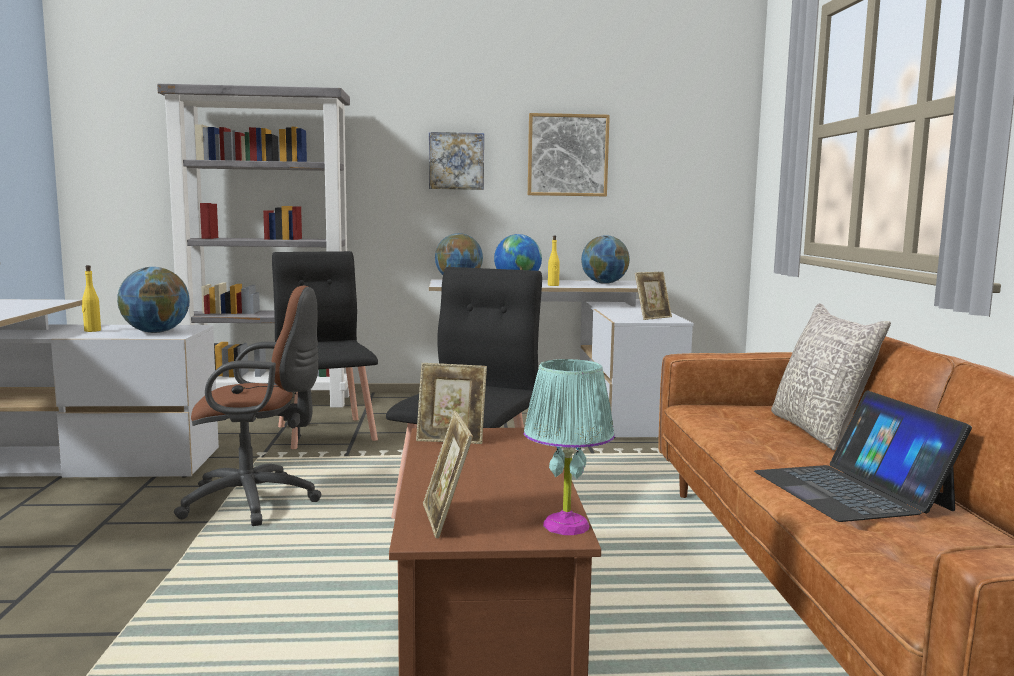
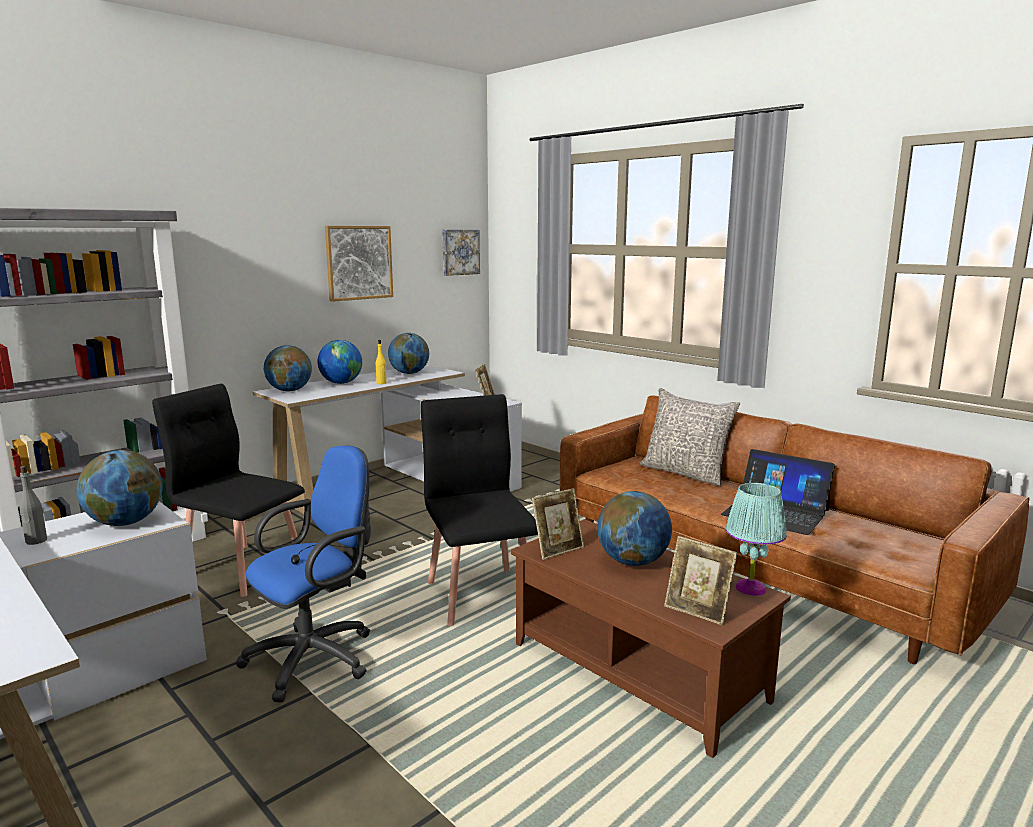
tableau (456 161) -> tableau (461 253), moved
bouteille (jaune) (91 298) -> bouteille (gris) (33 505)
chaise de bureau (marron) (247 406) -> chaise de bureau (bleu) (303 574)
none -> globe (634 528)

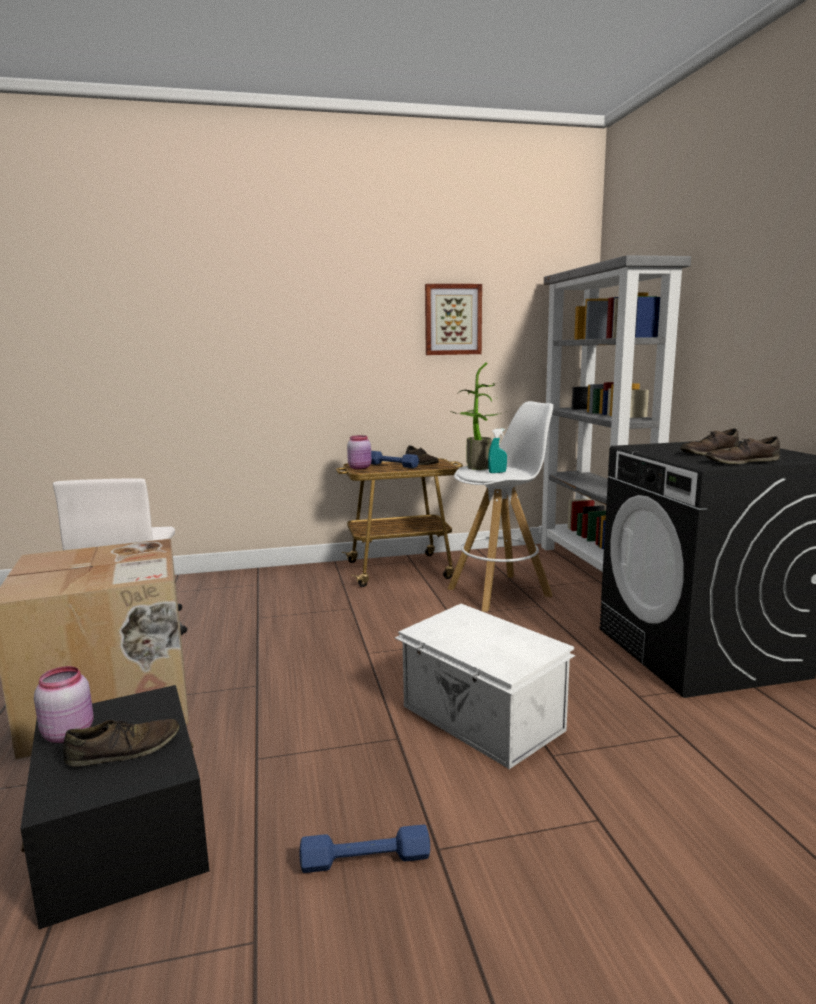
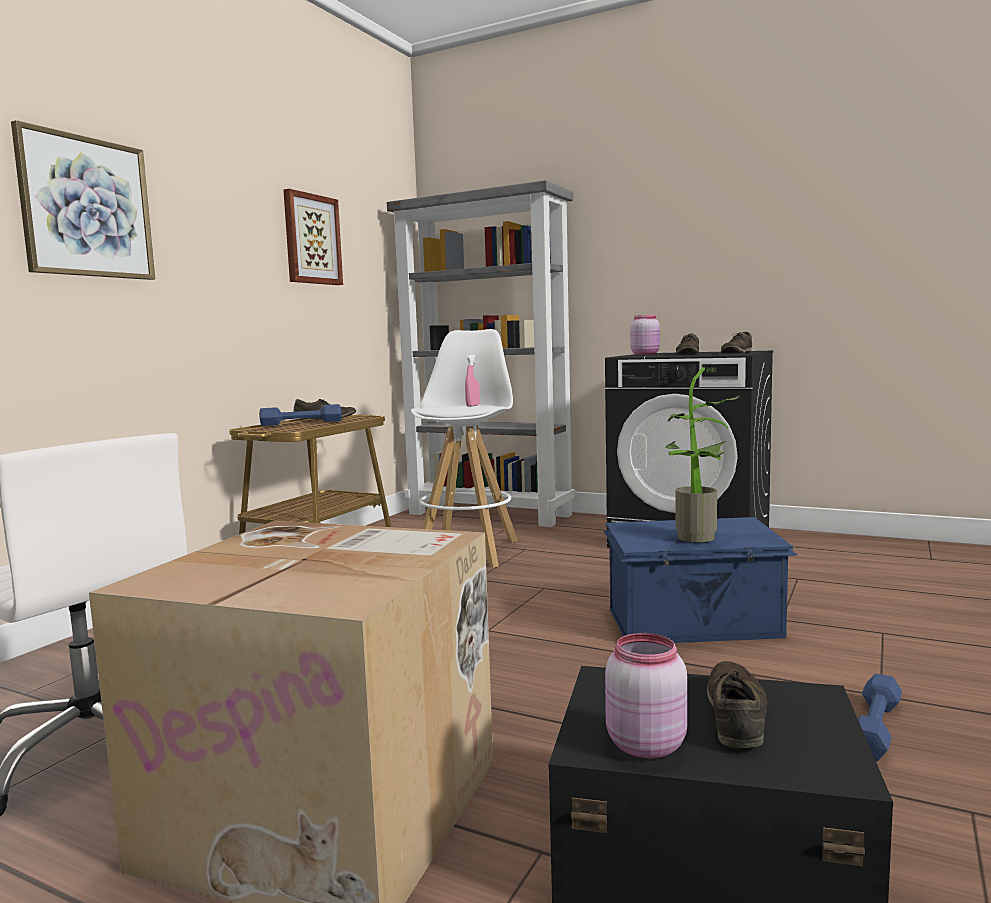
plante en pot (478 416) -> plante en pot (702 454), moved
vaporisateur (turquoise) (497 450) -> vaporisateur (rose) (472 380)
bocal (rose) (359 452) -> bocal (rose) (645 335), moved
boîte de rangement (blanc) (485 686) -> boîte de rangement (bleu) (700 580)
none -> tableau (83 200)

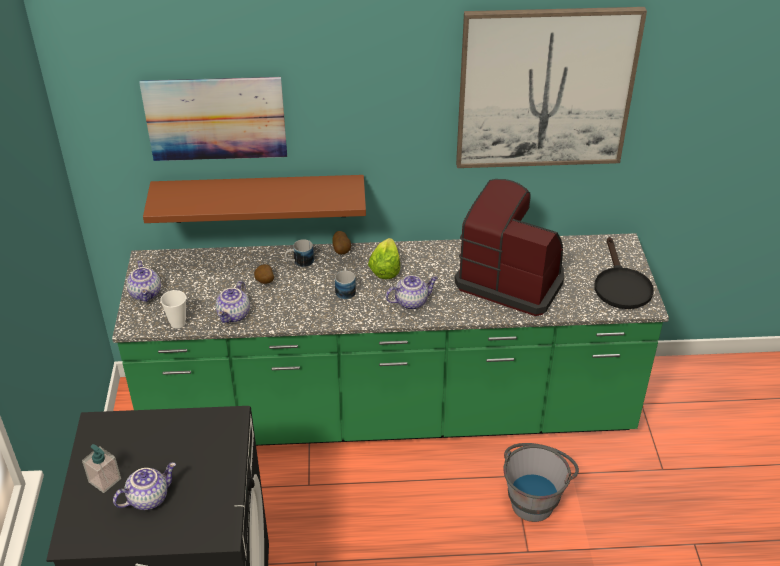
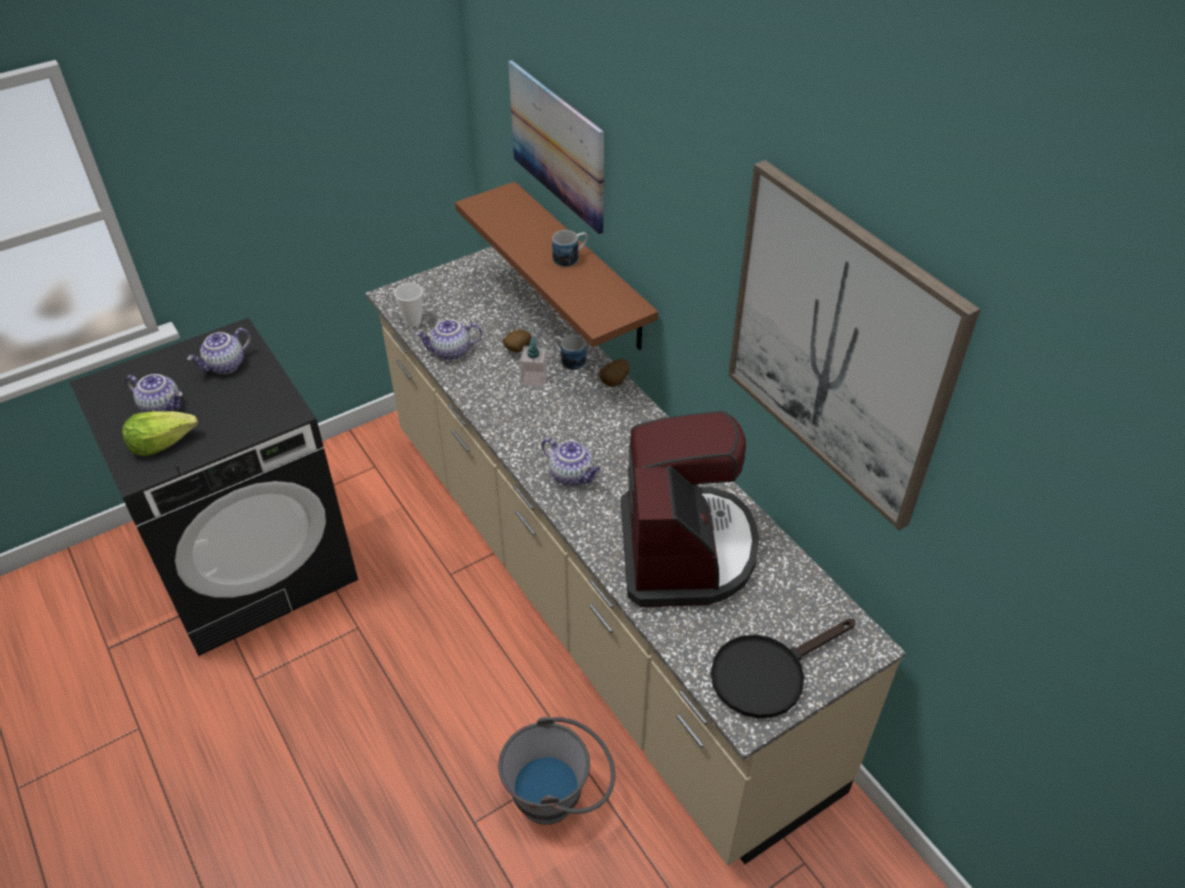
comptoir de cuisine (vert) (390 339) -> comptoir de cuisine (beige) (636 556)
laitue (384 258) -> laitue (160 433), moved
théière (144 281) -> théière (219 351), moved
mug (345 283) -> mug (569 248), moved
distributeur de savon (101 468) -> distributeur de savon (534 362), moved

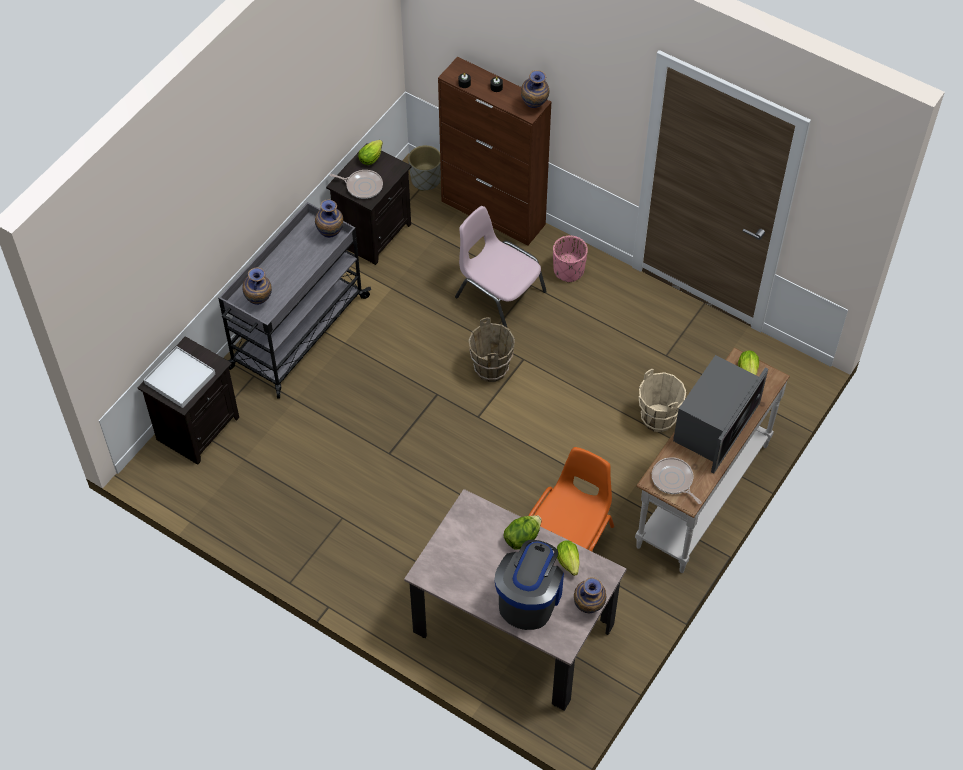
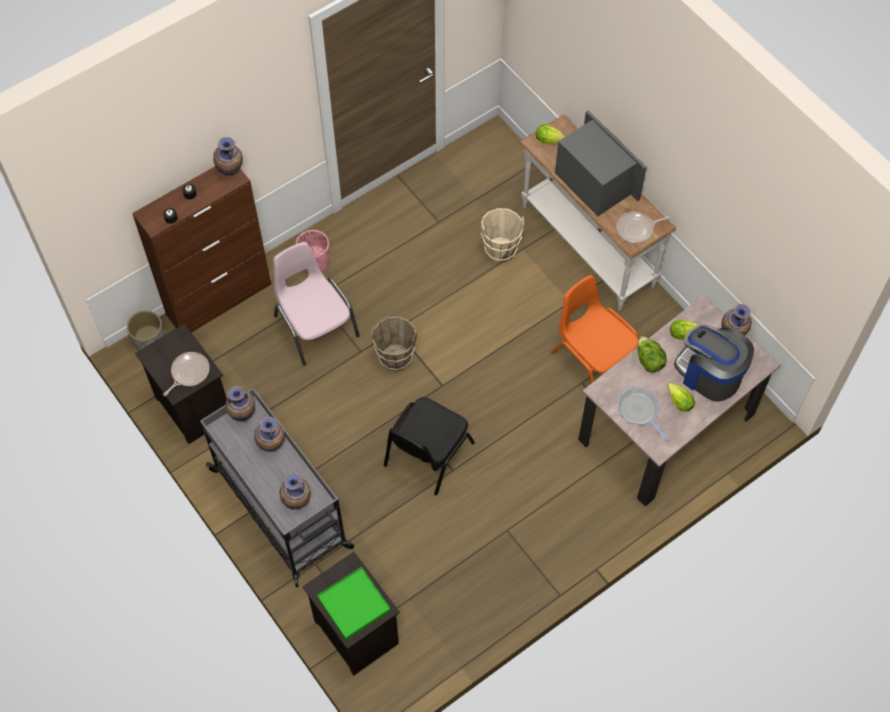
laitue (370 152) -> laitue (681 397), moved
chaise (rose) (501 266) -> chaise (rose) (316 304), 90 degrees clockwise
plateau (blanc) (179 377) -> plateau (vert) (354 603)
none -> poêle (643 414)
none -> chaise (noir) (429 446)
none -> vase (269 434)

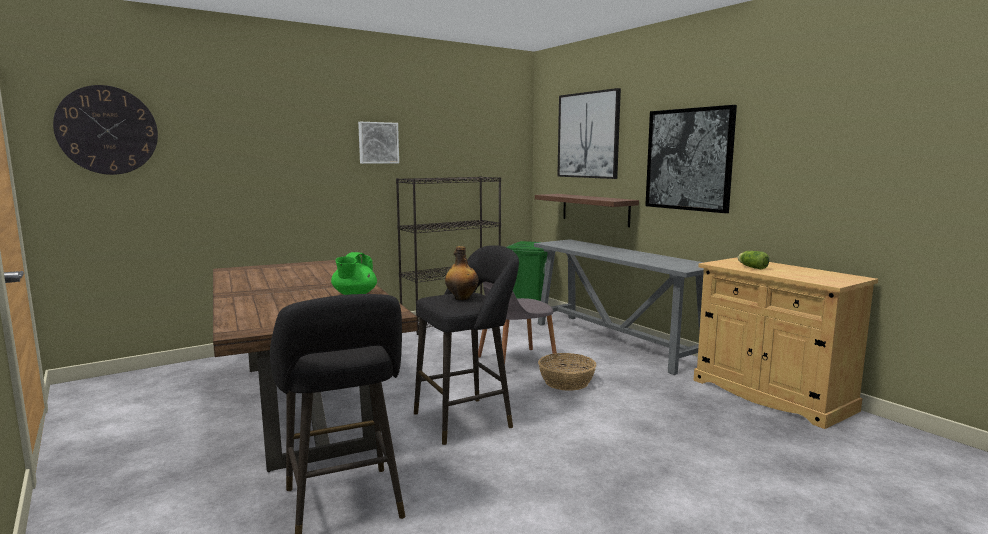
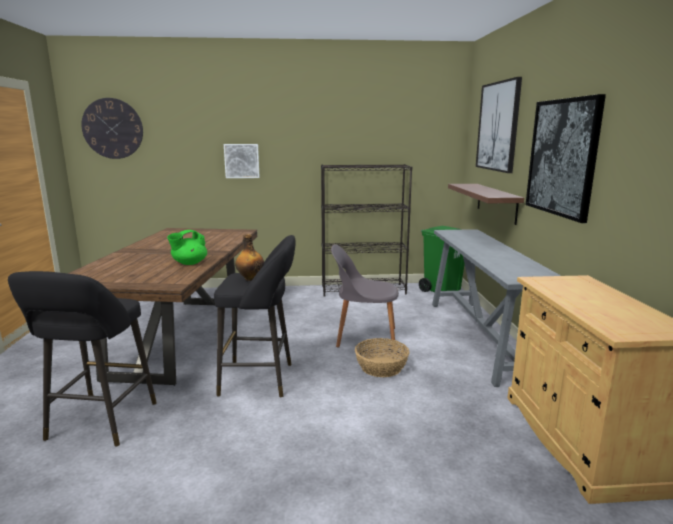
tableau (378 143) -> tableau (242 161), moved
laitue (753 260) -> none

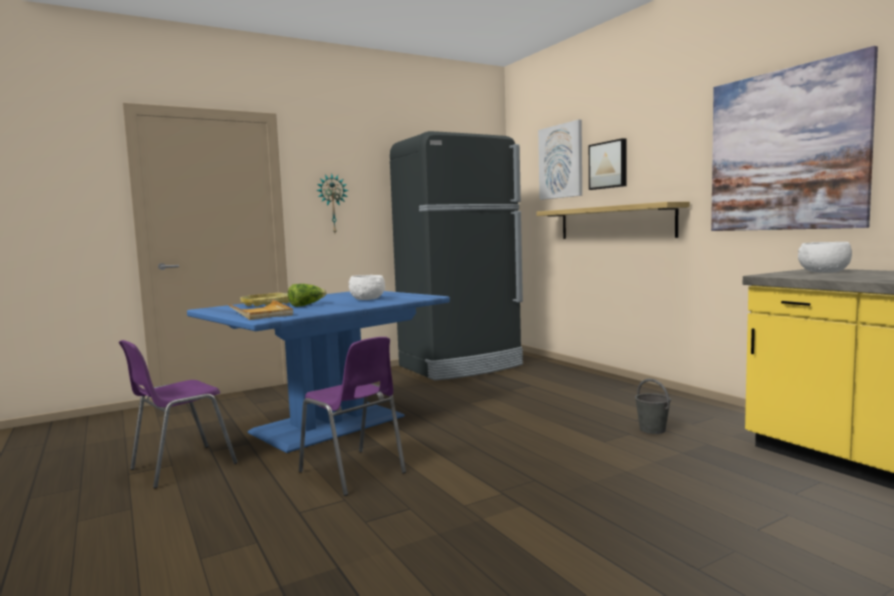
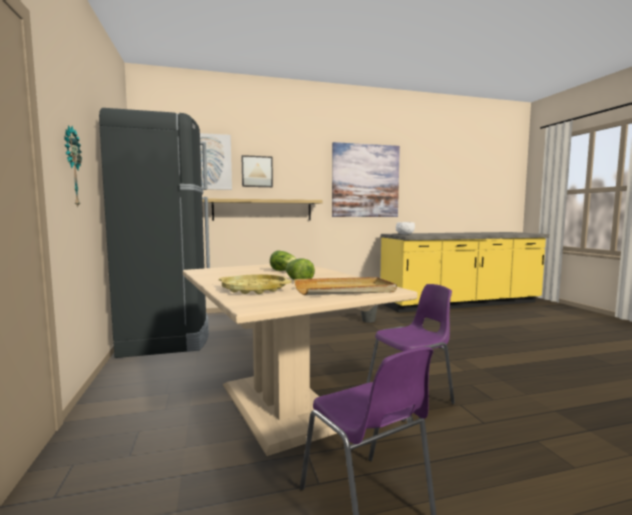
bol (blanc) (367 287) -> laitue (283 261)
table à manger (bleu) (318 372) -> table à manger (beige) (300 360)

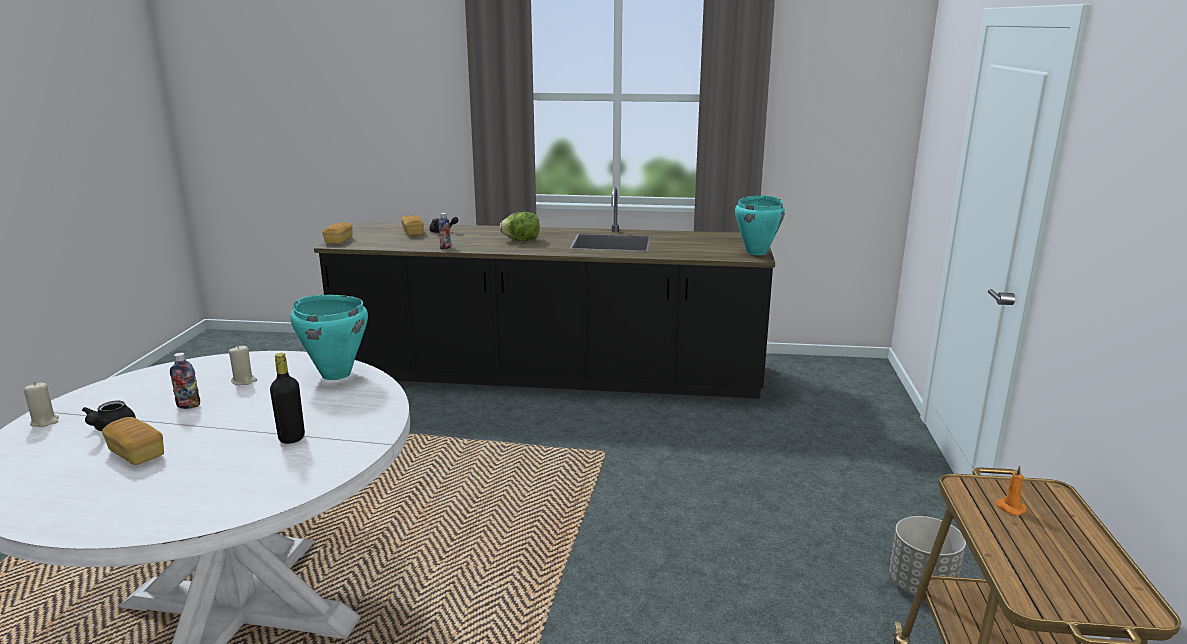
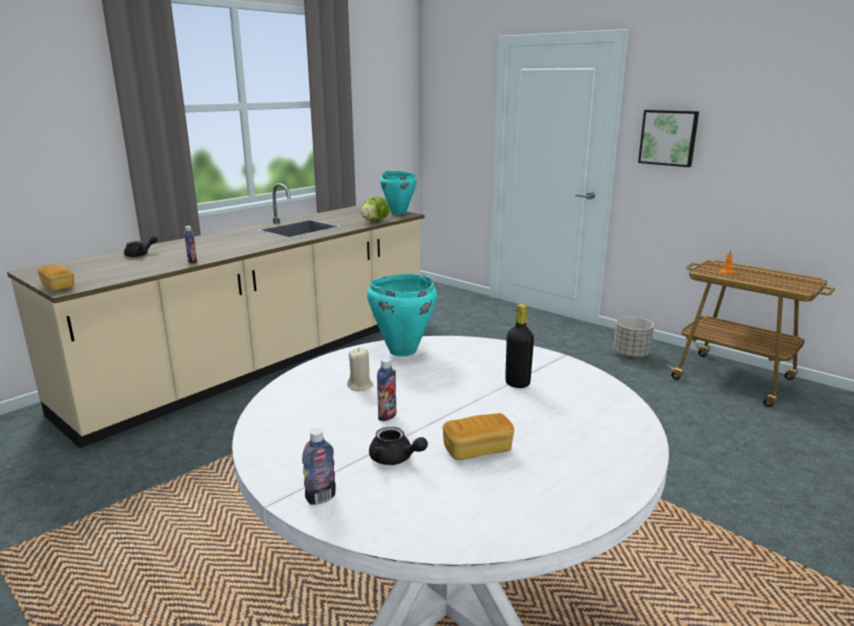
comptoir de cuisine (noir) (544 293) -> comptoir de cuisine (beige) (215 315)
laitue (519 226) -> laitue (375 209), moved
pain (412 225) -> none
bougie (beige) (41 404) -> bouteille (319 466)
none -> tableau (668 138)

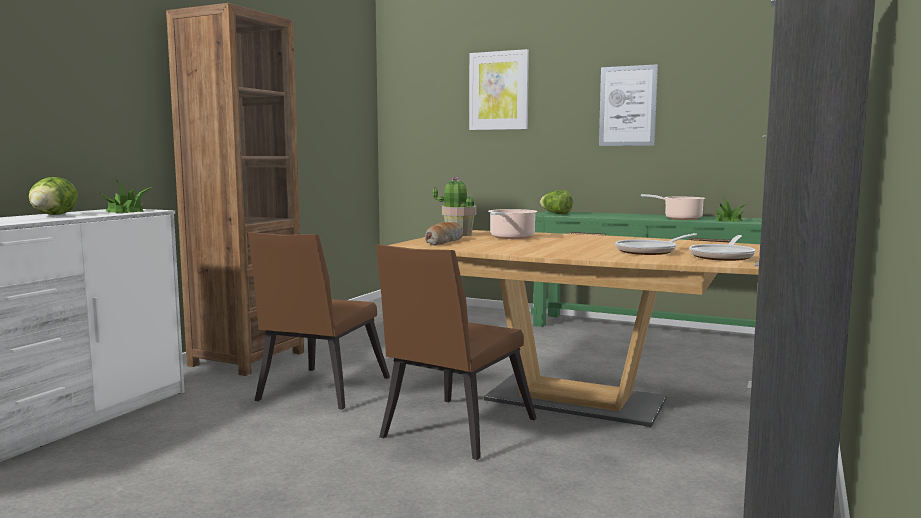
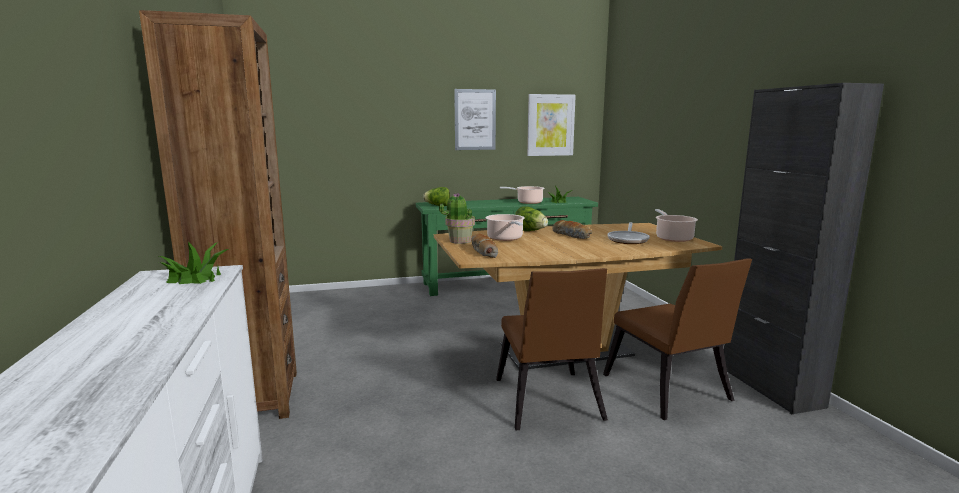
tableau (499 89) -> tableau (551 125), moved
laitue (53 196) -> laitue (531 218), moved
chaise (marron) (319 321) -> chaise (marron) (677 339), moved
poêle (722 248) -> marmite (676 225)
none -> pain (572 229)

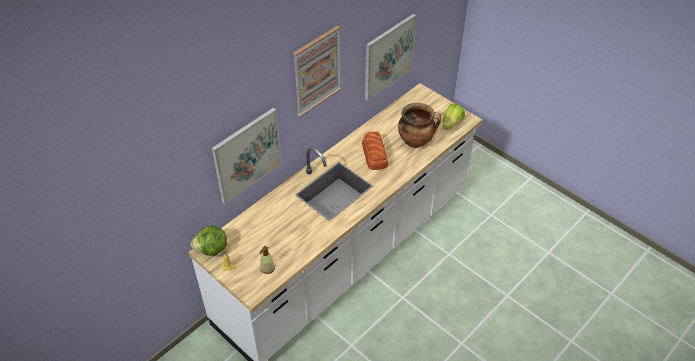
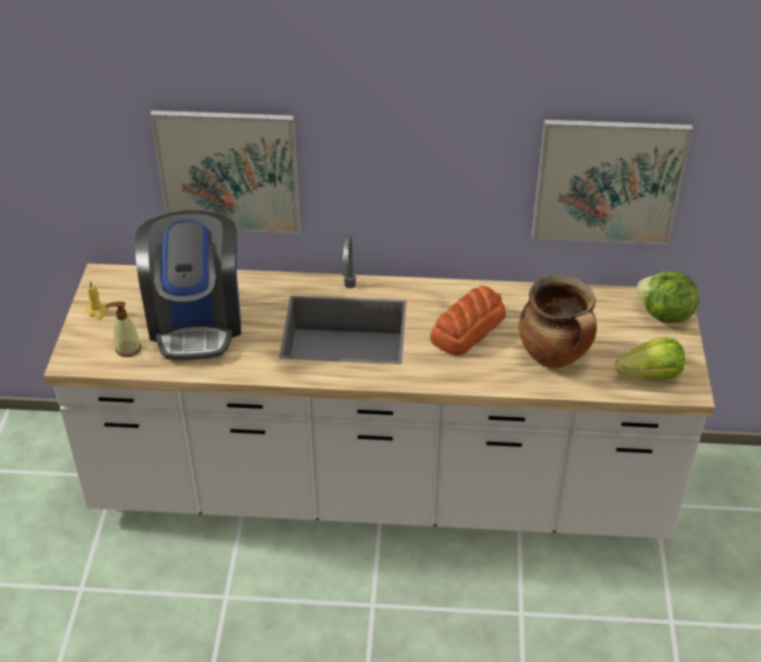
tableau (317 71) -> none
laitue (209 241) -> laitue (667 297), moved
none -> machine à café (188 285)

